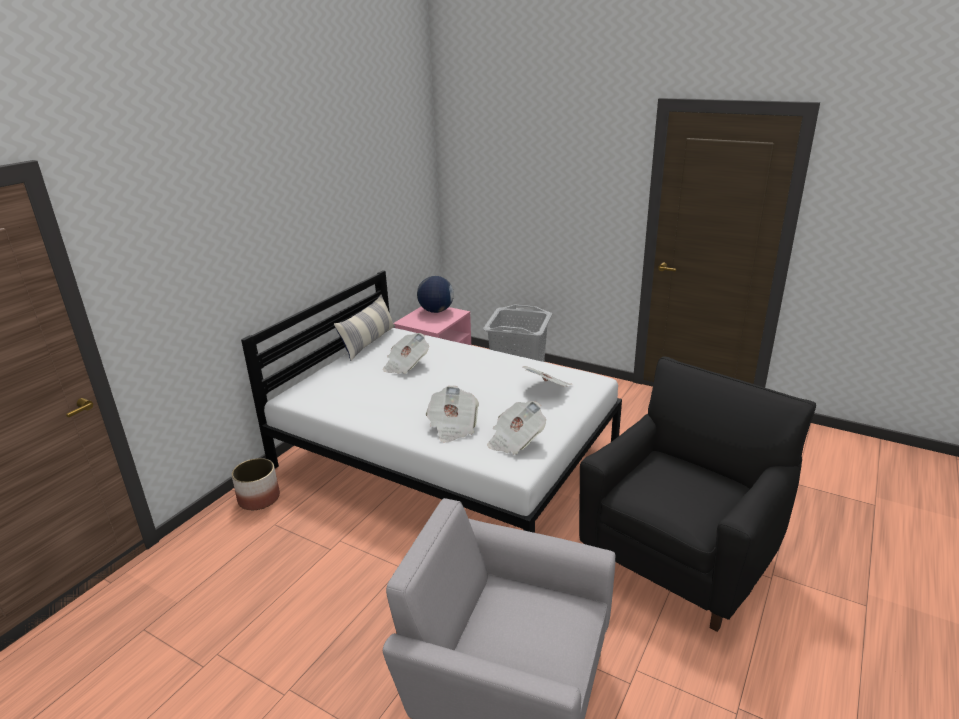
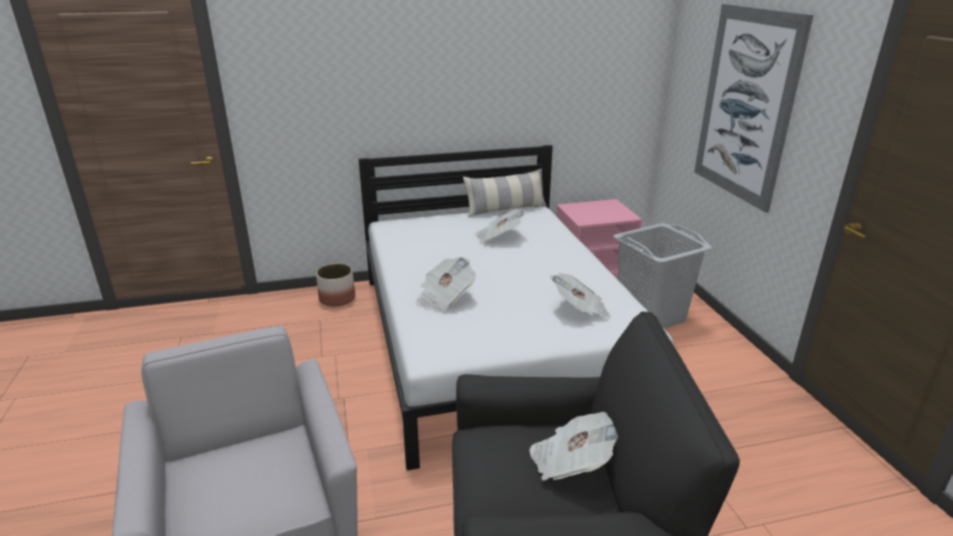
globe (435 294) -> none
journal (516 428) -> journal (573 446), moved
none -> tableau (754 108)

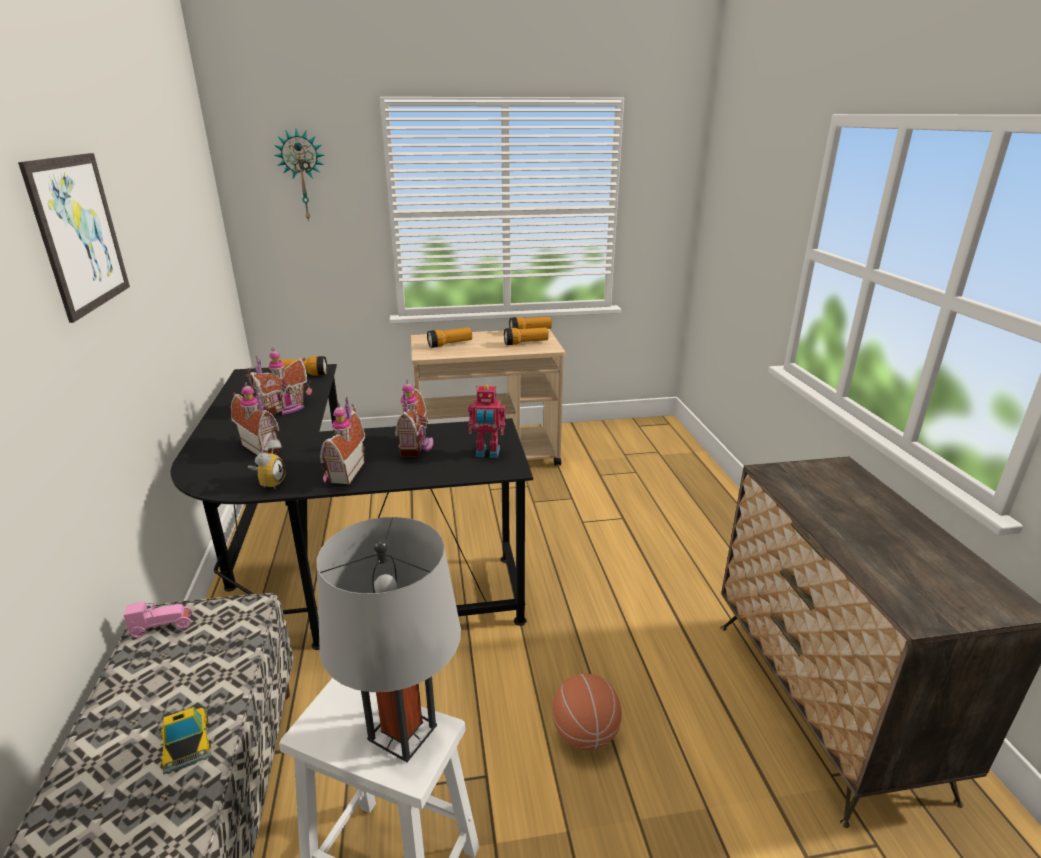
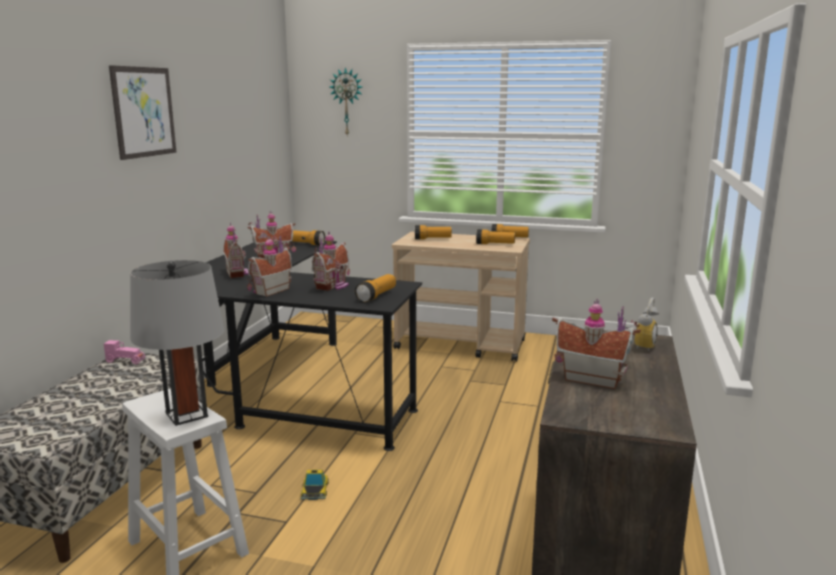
robot jouet (487 421) -> lampe de poche (375 288)
réveil (267 461) -> réveil (642 324), moved
ballon de basket (587 712) -> none
petite voiture (186 740) -> petite voiture (314 485), moved
none -> maison miniature (596 344)

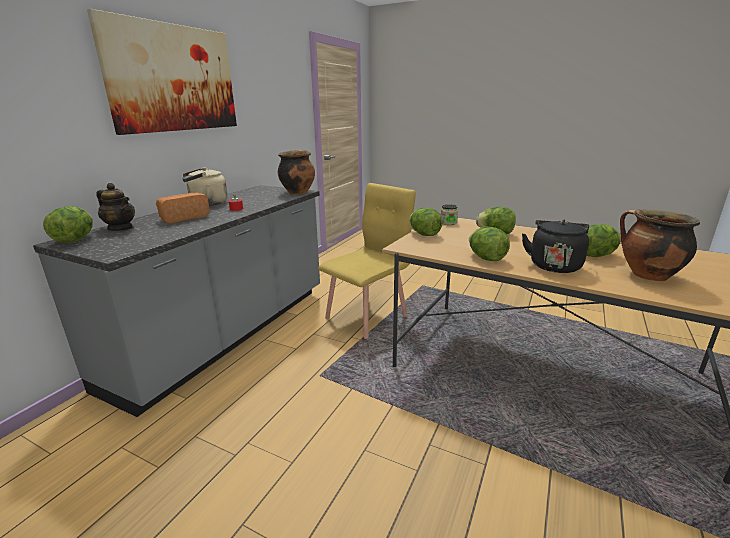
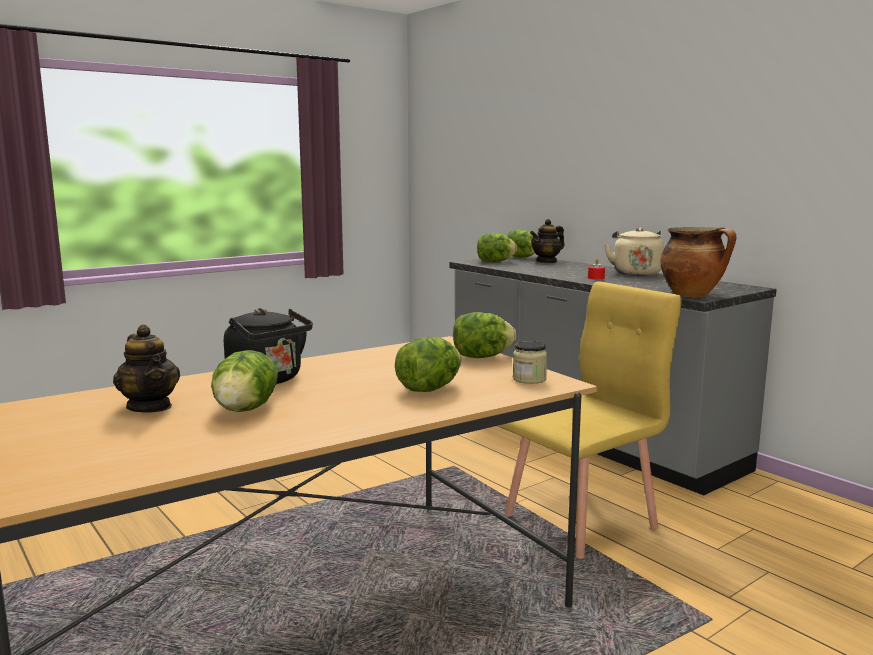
tableau (162 72) -> none
chaise (jaune) (367 261) -> chaise (jaune) (591 420), 105 degrees counterclockwise
pain (183 207) -> none
marmite (660 245) -> théière (146 368)
laitue (489 243) -> laitue (497 247), moved

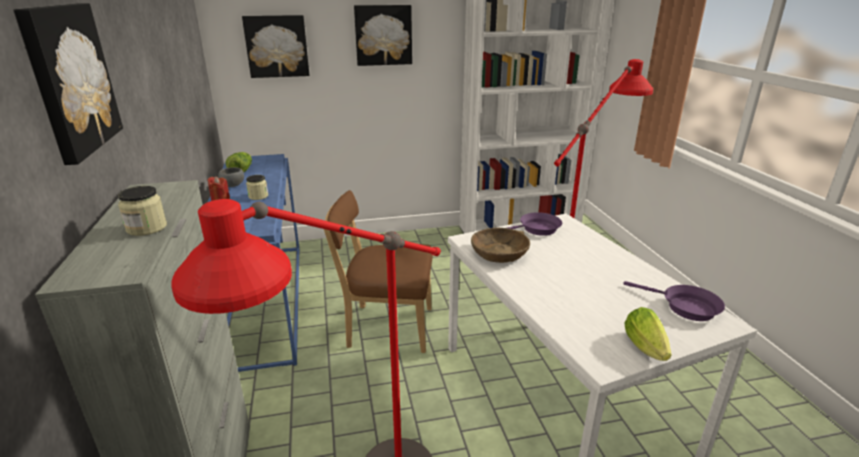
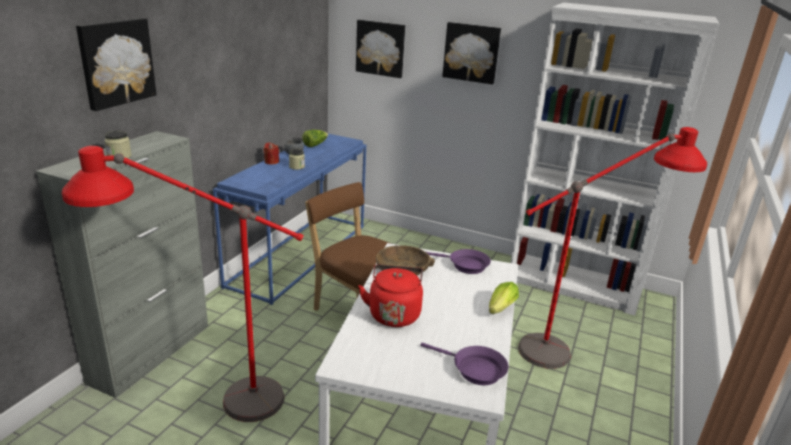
poêle (violet) (674 301) -> poêle (violet) (464 364), 45 degrees counterclockwise
laitue (648 334) -> laitue (504 298), moved
none -> bouilloire (rouge) (390 296)

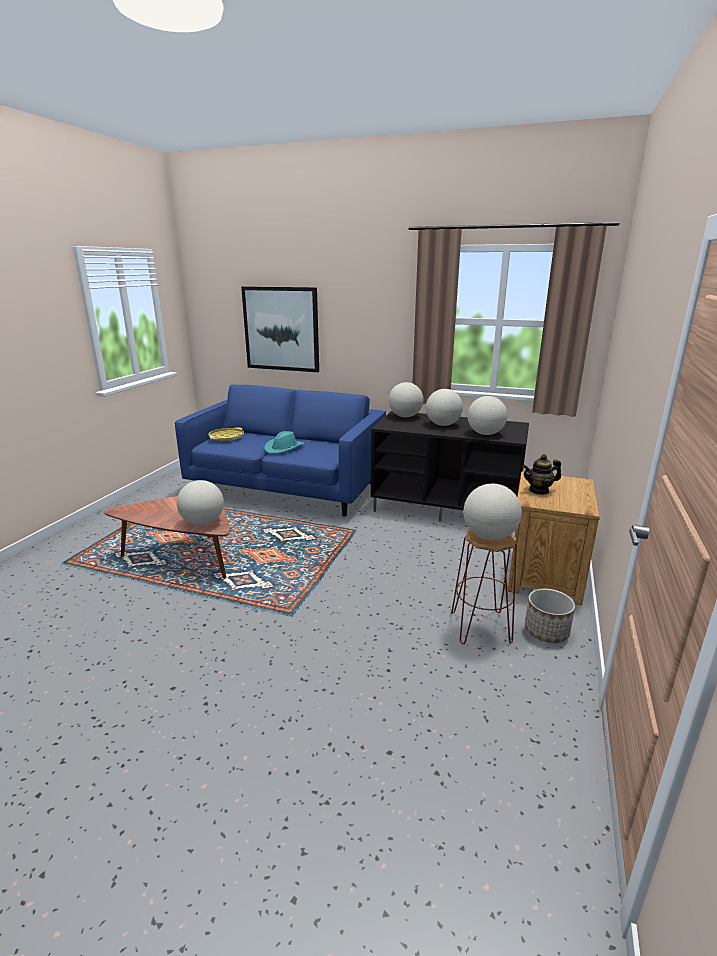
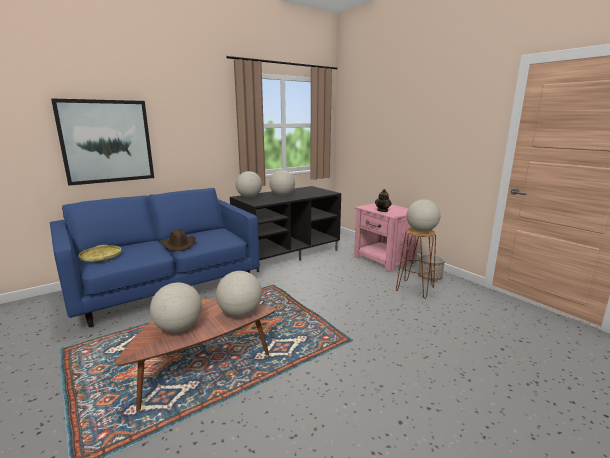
globe (487 415) -> globe (176 308), moved
chapeau (turquoise) (284 442) -> chapeau (marron) (178 240)
table de chevet (marron) (554 538) -> table de chevet (rose) (386 237)

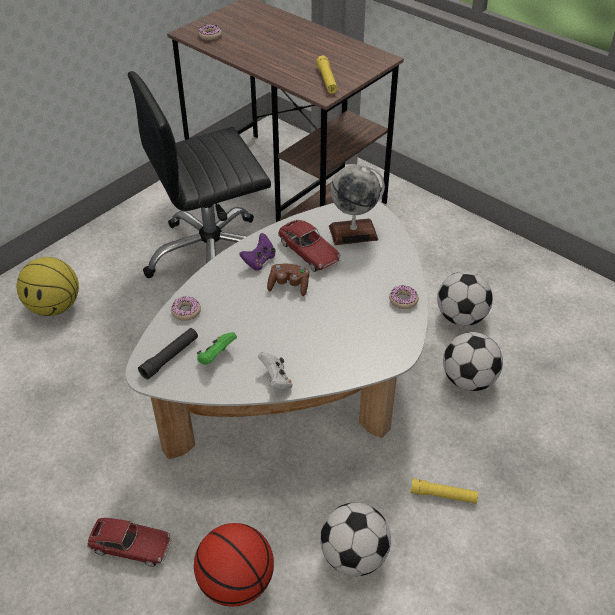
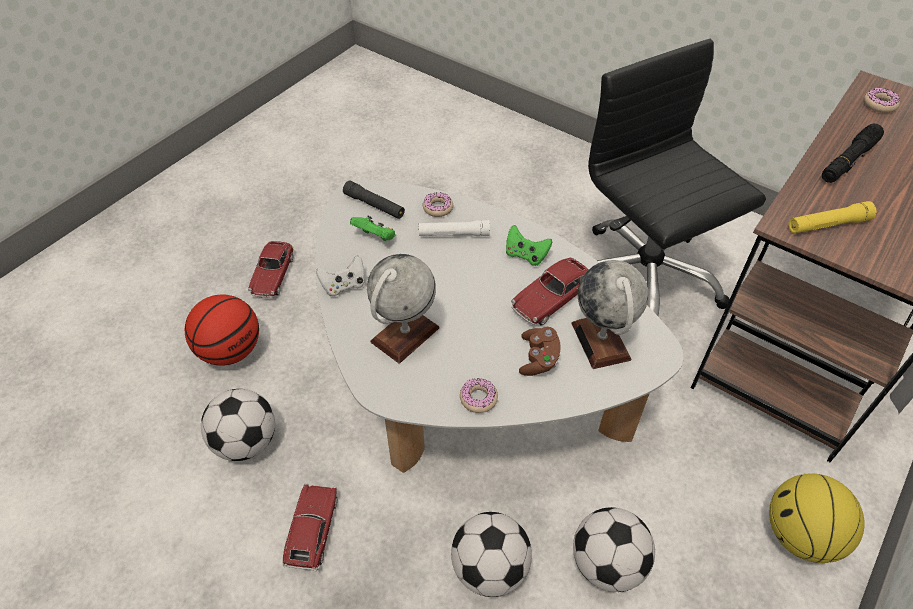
manette (violet) (257 252) -> manette (vert) (529 245)
ballon de basket (48 286) -> ballon de basket (816 518), moved
manette (marron) (288 280) -> manette (marron) (539 351), moved
lampe de poche (jaune) (444 490) -> petite voiture (309 527)
none -> lampe de poche (noir) (853 153)
none -> lampe de poche (blanc) (454 228)
none -> globe (403 309)

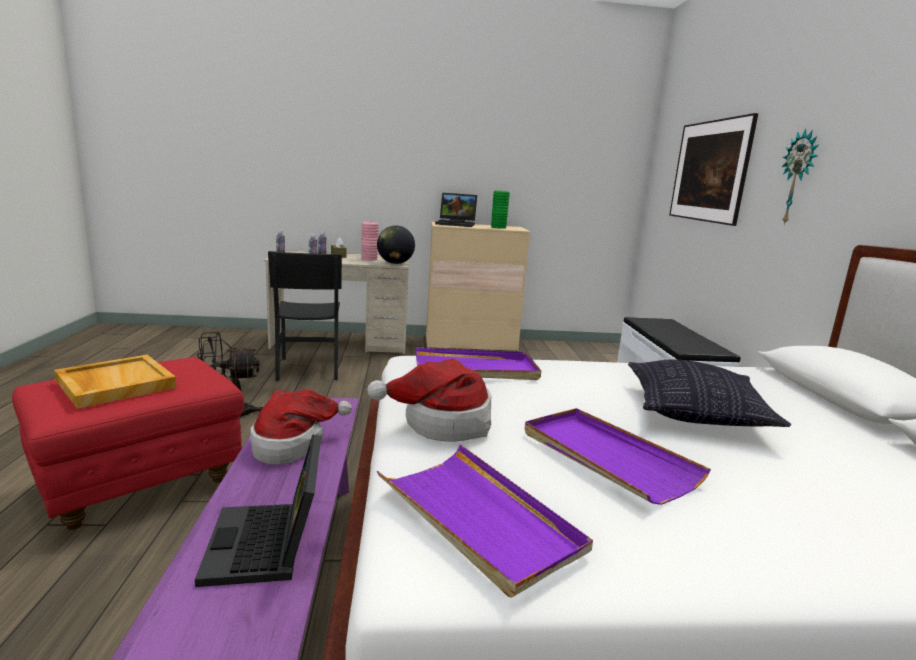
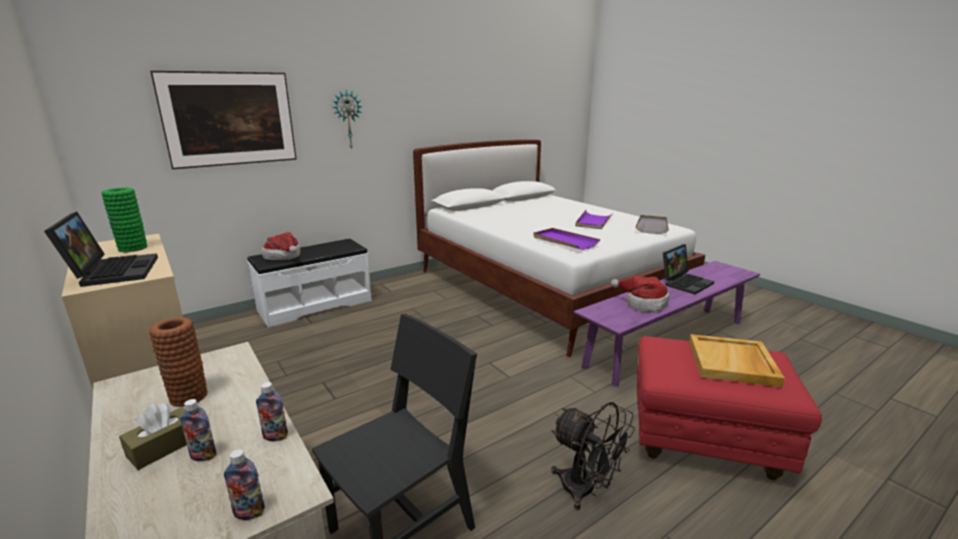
vase (rose) (370 241) -> vase (marron) (178 362)
globe (396 245) -> none
chapeau (429 400) -> chapeau (280 246), moved
coussin (709 393) -> none
plateau (violet) (485 521) -> plateau (gris) (652 224)

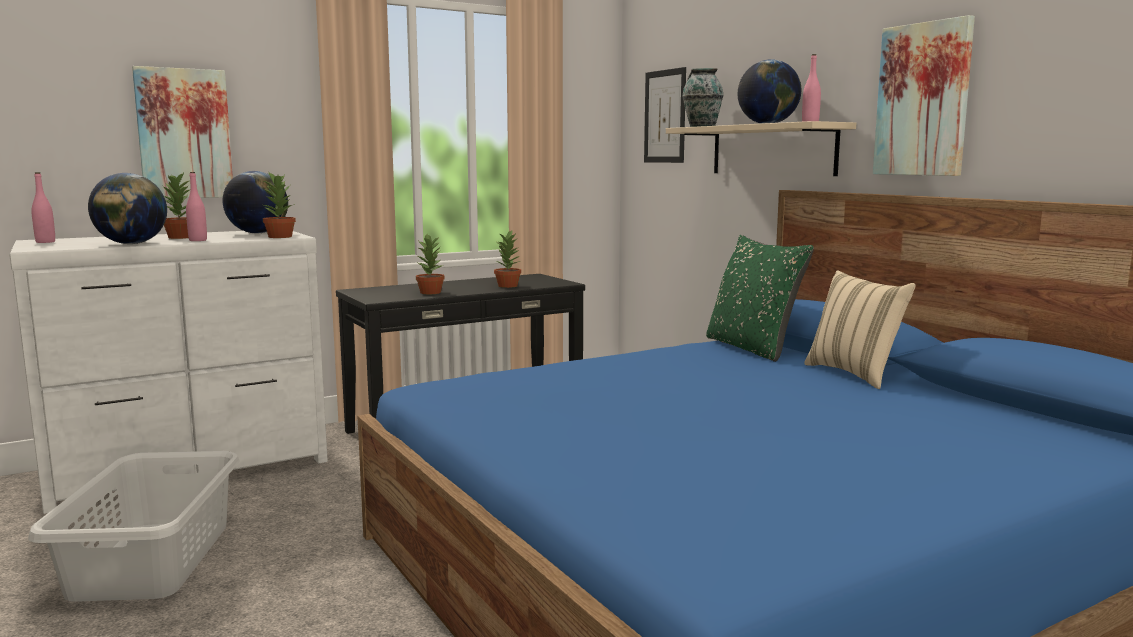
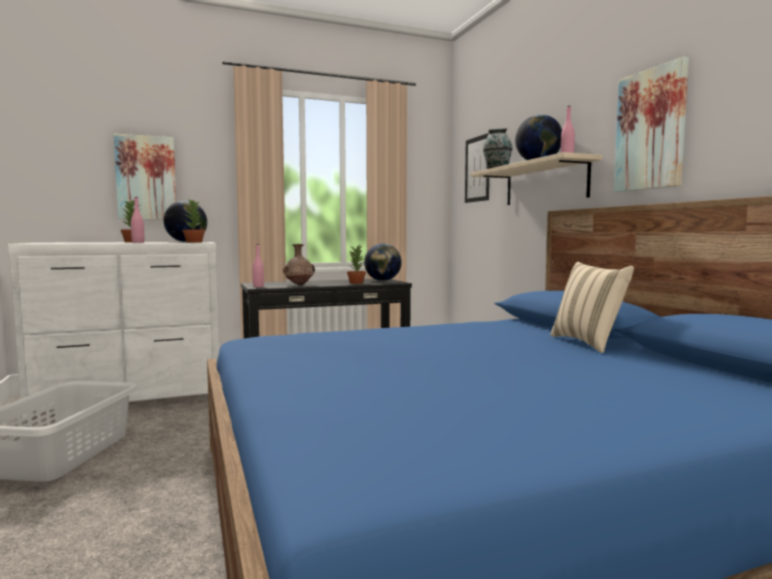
bouteille (rose) (43 207) -> bouteille (rose) (258 265), moved
globe (127 208) -> globe (382 262), moved
plante en pot (430 264) -> vase (marron) (299 264)
coussin (vert) (760 298) -> none

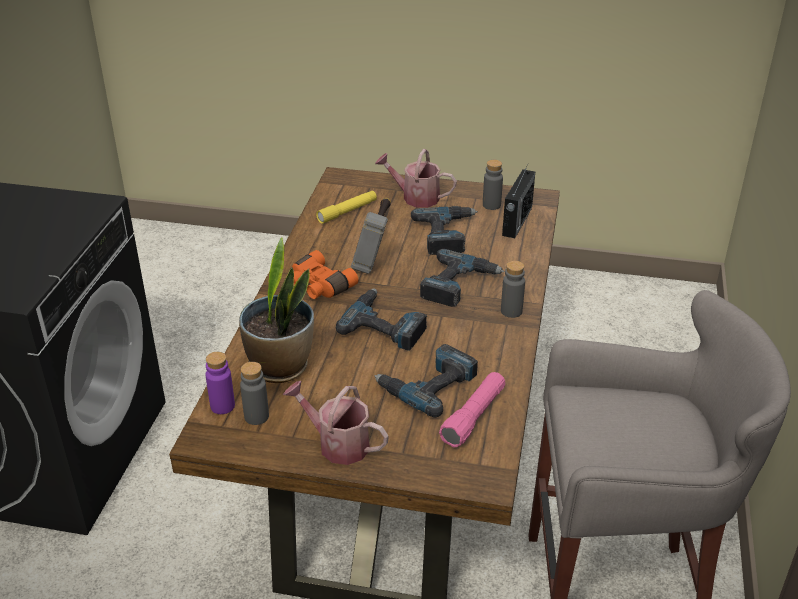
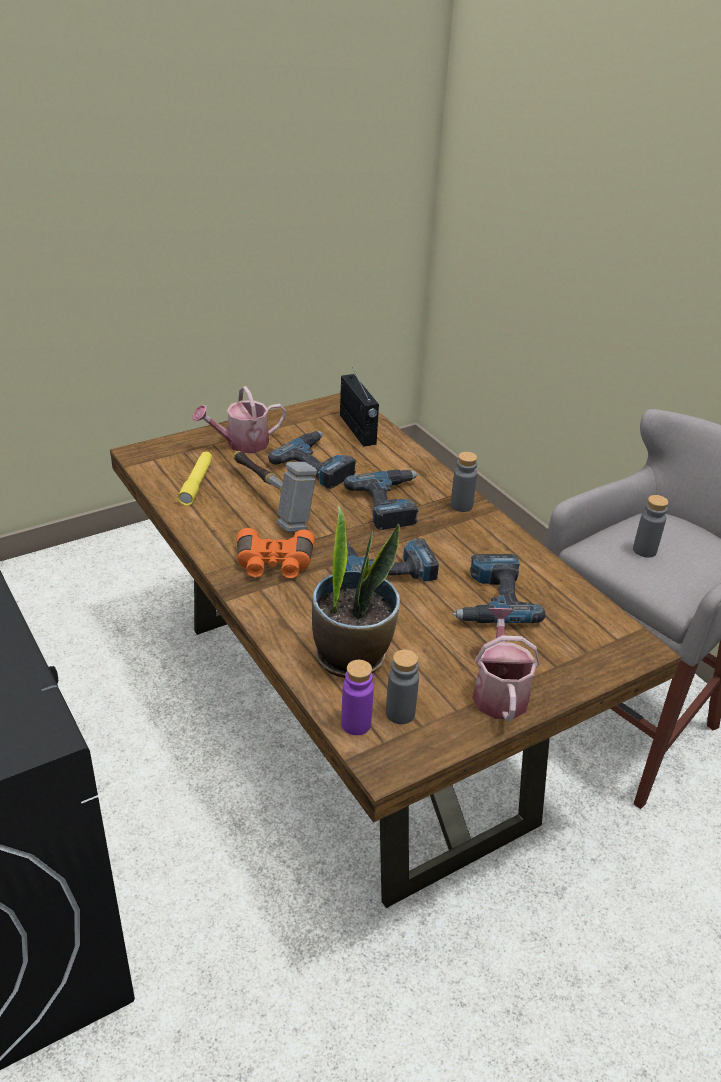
bouteille (gris) (493 185) -> bouteille (gris) (650 526), moved
lampe de poche (rose) (472 410) -> none
arrosoir (336 423) -> arrosoir (506 664), 105 degrees clockwise

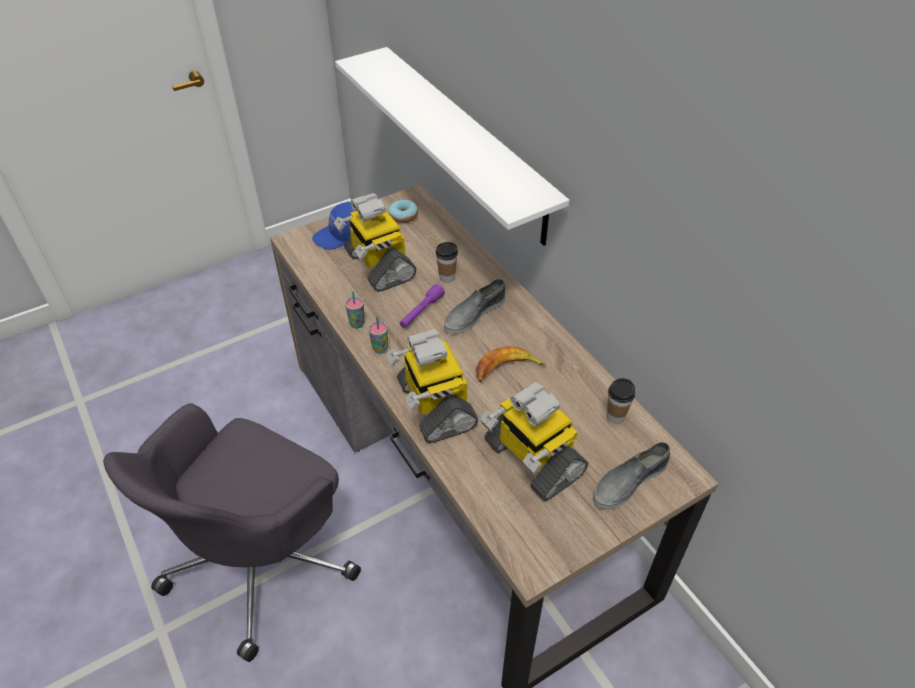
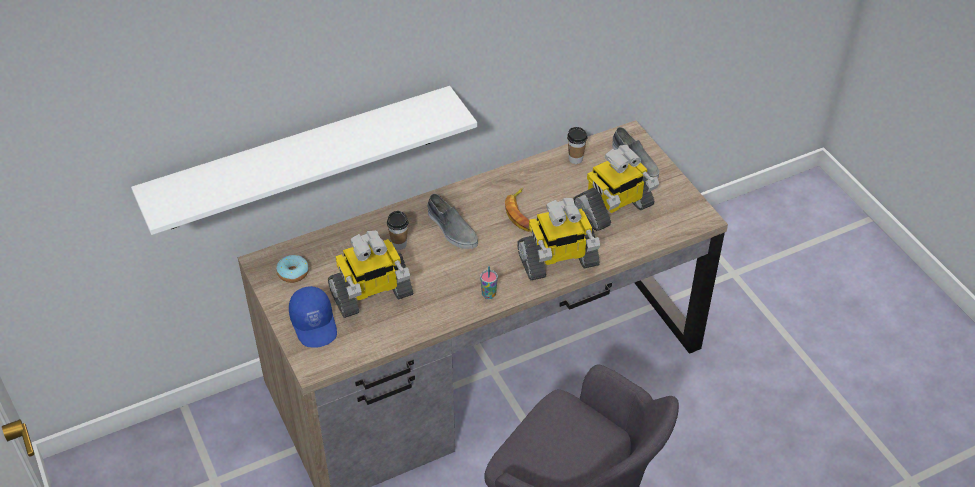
lampe de poche (violet) (422 306) -> none
tasse (354 310) -> none

